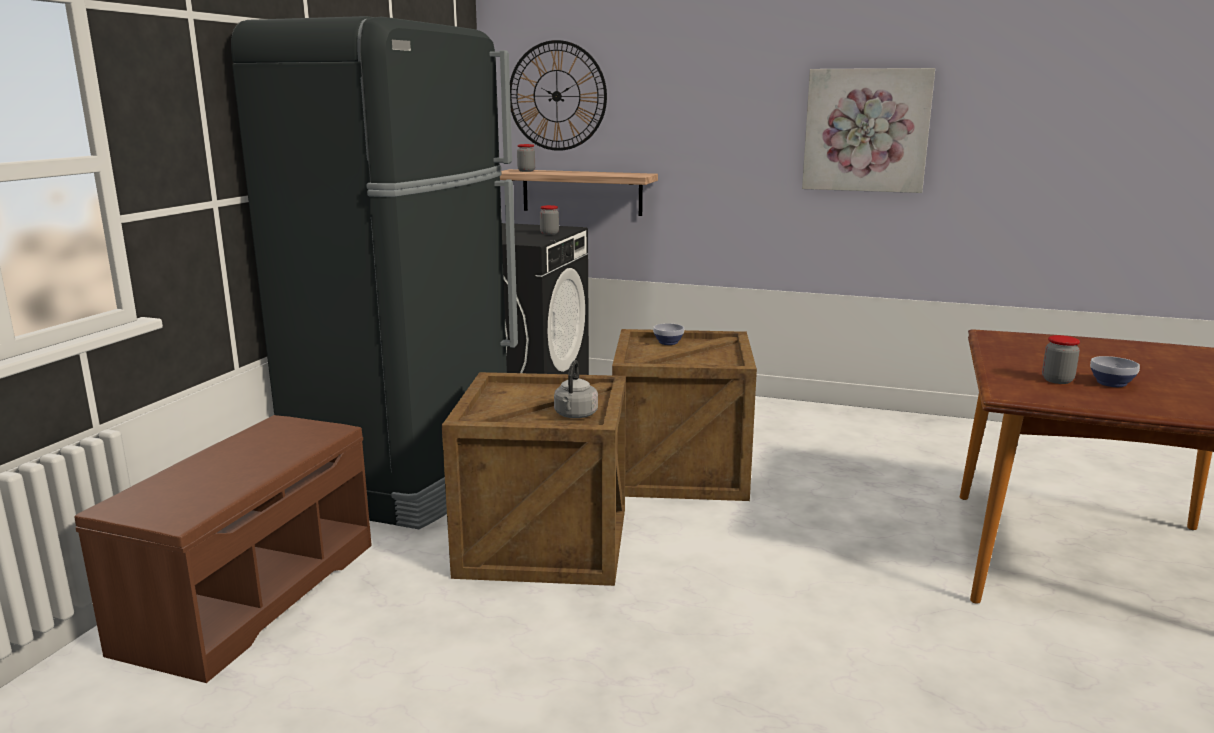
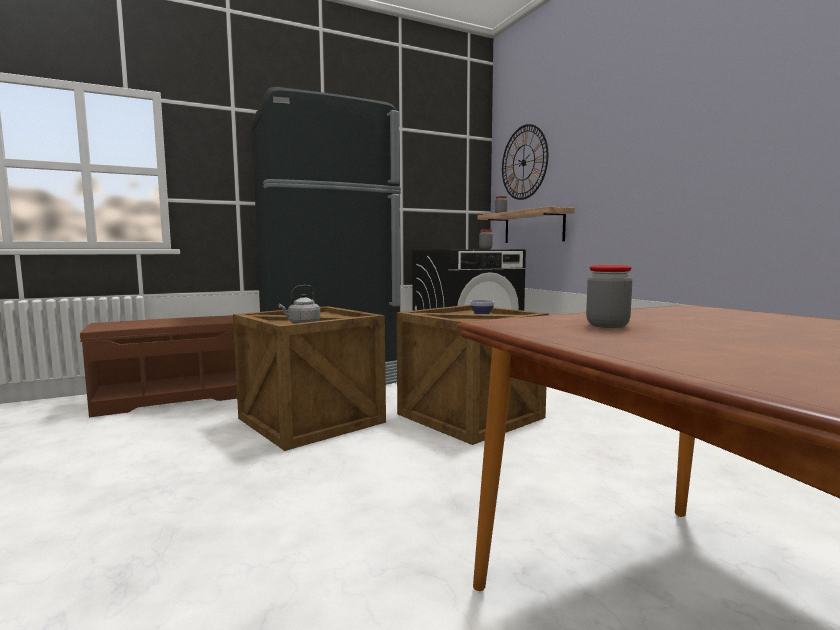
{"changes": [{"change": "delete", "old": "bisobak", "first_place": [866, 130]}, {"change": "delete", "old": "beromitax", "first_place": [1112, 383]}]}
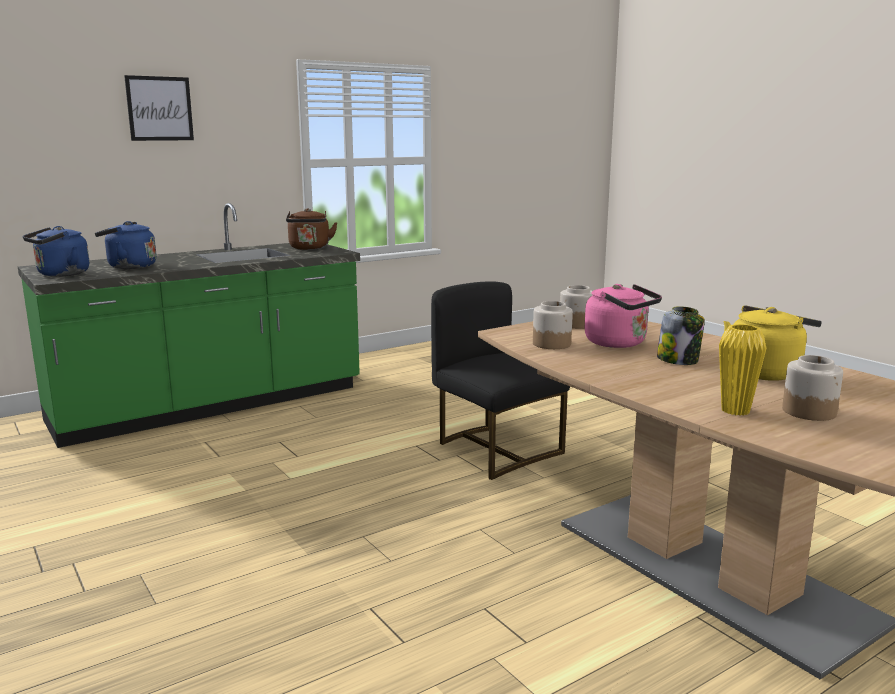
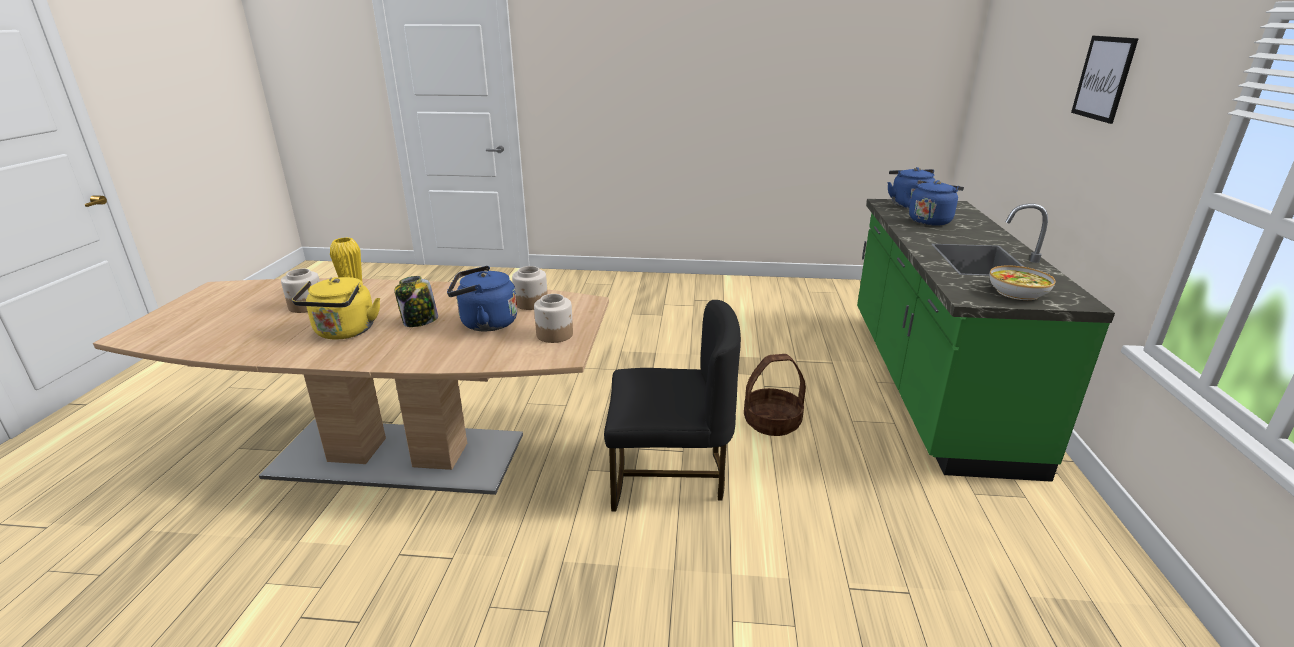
{"changes": [{"change": "insert", "new": "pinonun", "second_place": [772, 422]}, {"change": "replace", "old": "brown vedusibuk", "new": "beromitax", "first_place": [309, 248], "second_place": [1017, 292]}, {"change": "recolor", "old": "pink vedusibuk", "new": "blue vedusibuk", "first_place": [619, 343], "second_place": [485, 323]}]}
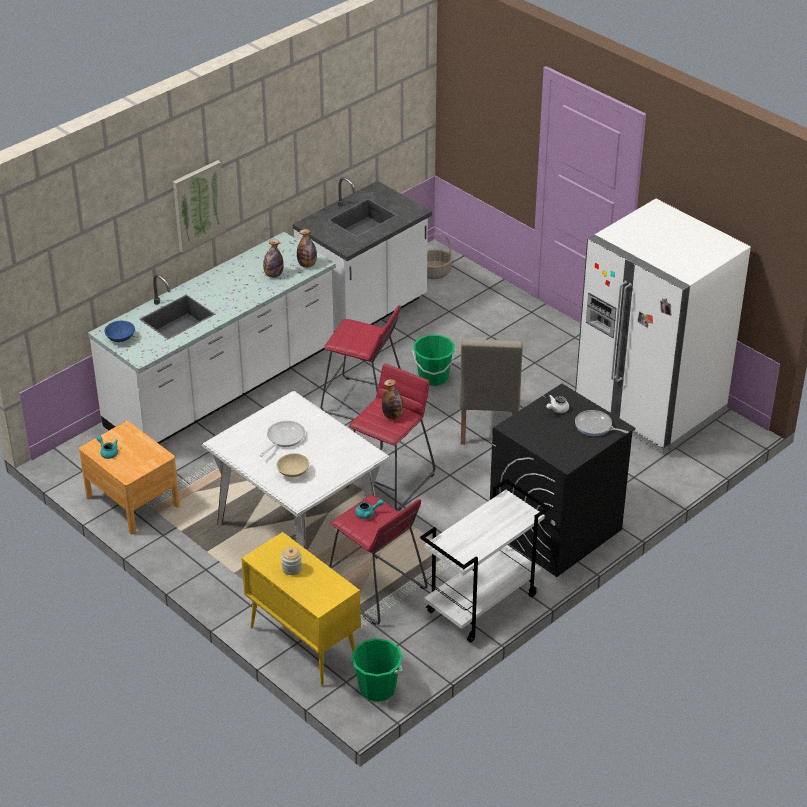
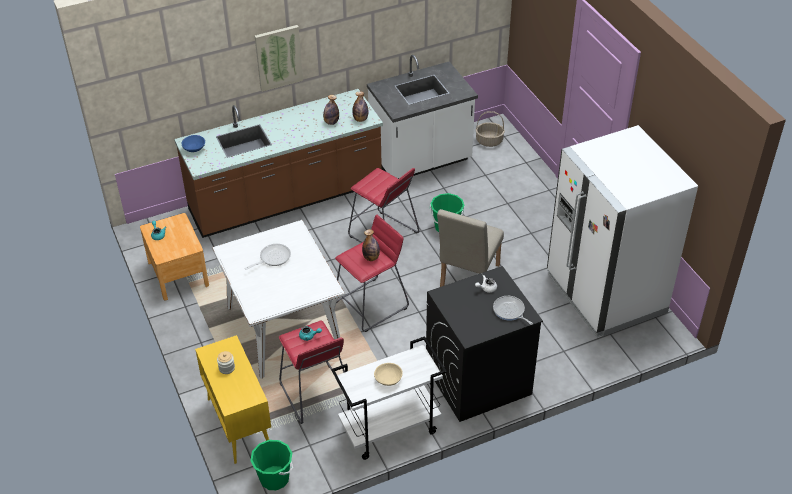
{"changes": [{"change": "move", "old": "beige beromitax", "first_place": [293, 472], "second_place": [388, 379]}, {"change": "recolor", "old": "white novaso", "new": "brown novaso", "first_place": [222, 389], "second_place": [286, 200]}]}
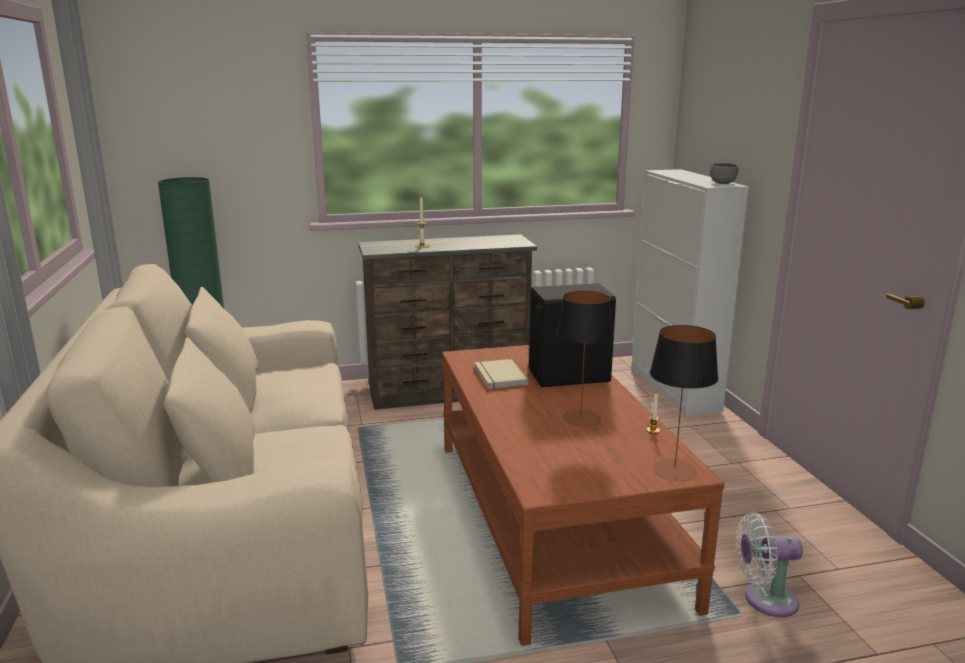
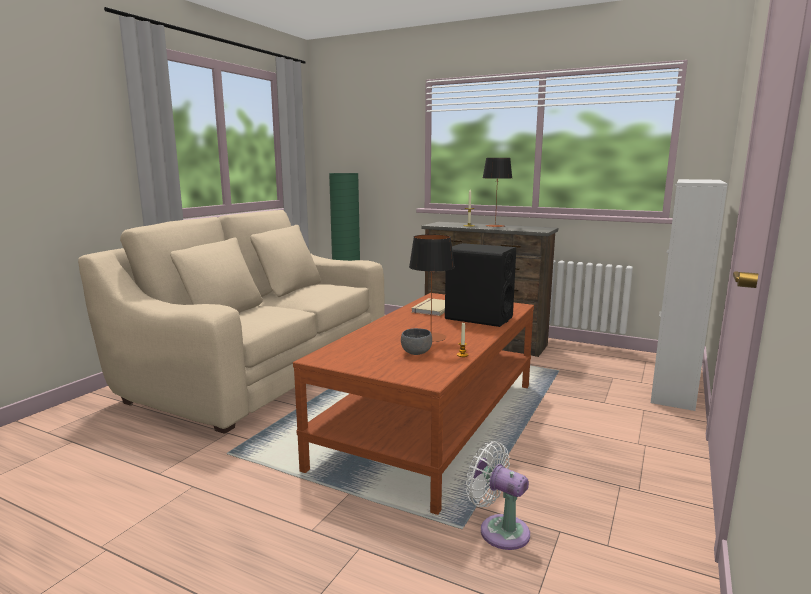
{"changes": [{"change": "move", "old": "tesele", "first_place": [674, 470], "second_place": [495, 226]}, {"change": "move", "old": "grey beromitax", "first_place": [723, 183], "second_place": [416, 353]}]}
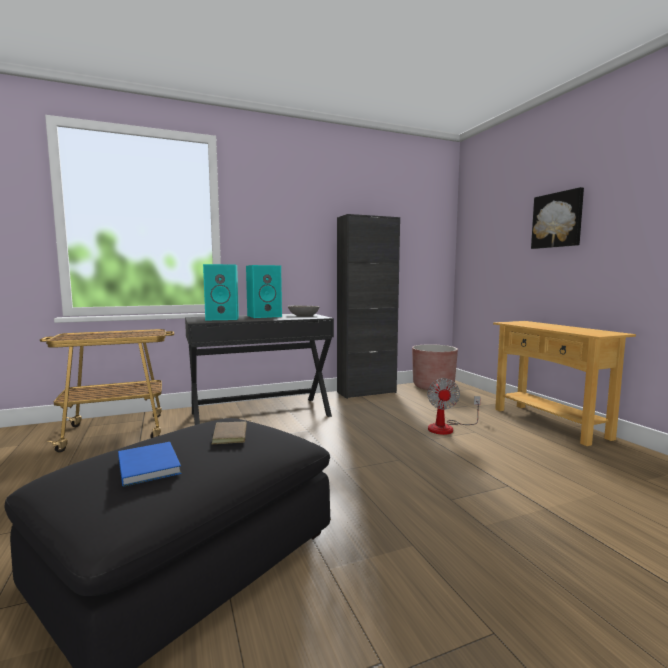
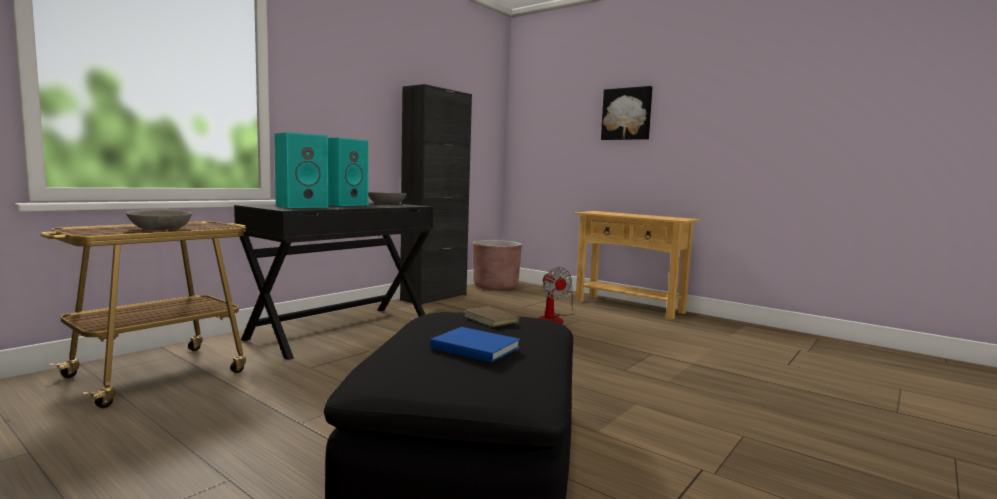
{"changes": [{"change": "insert", "new": "grey beromitax", "second_place": [160, 229]}]}
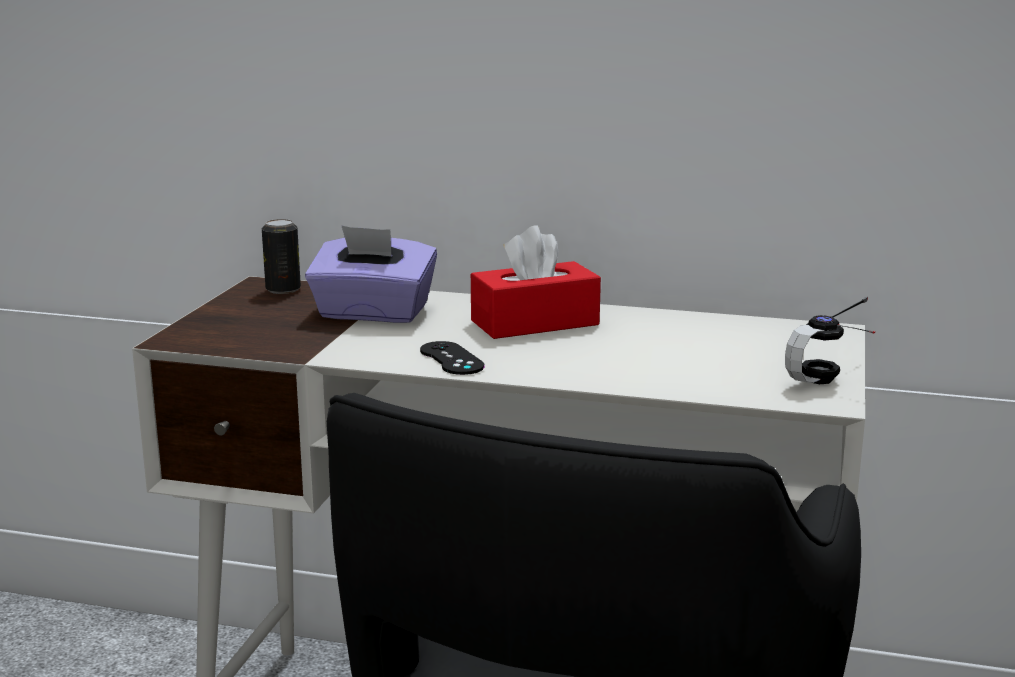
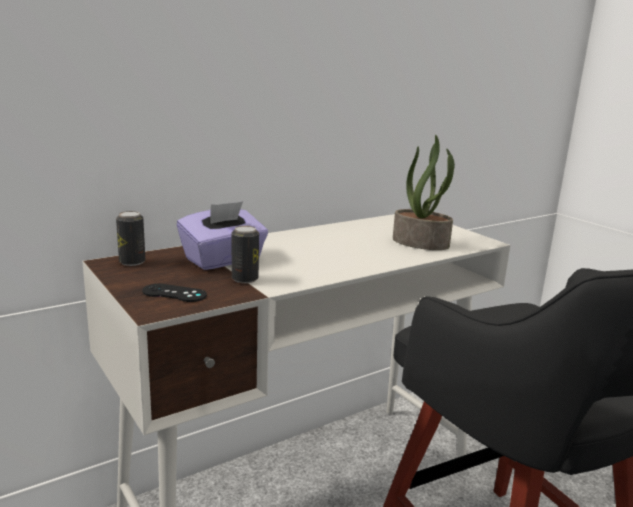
{"changes": [{"change": "delete", "old": "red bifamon", "first_place": [535, 323]}, {"change": "delete", "old": "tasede", "first_place": [845, 378]}, {"change": "insert", "new": "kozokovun", "second_place": [245, 279]}, {"change": "insert", "new": "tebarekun", "second_place": [421, 243]}, {"change": "move", "old": "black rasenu", "first_place": [451, 359], "second_place": [174, 293]}]}
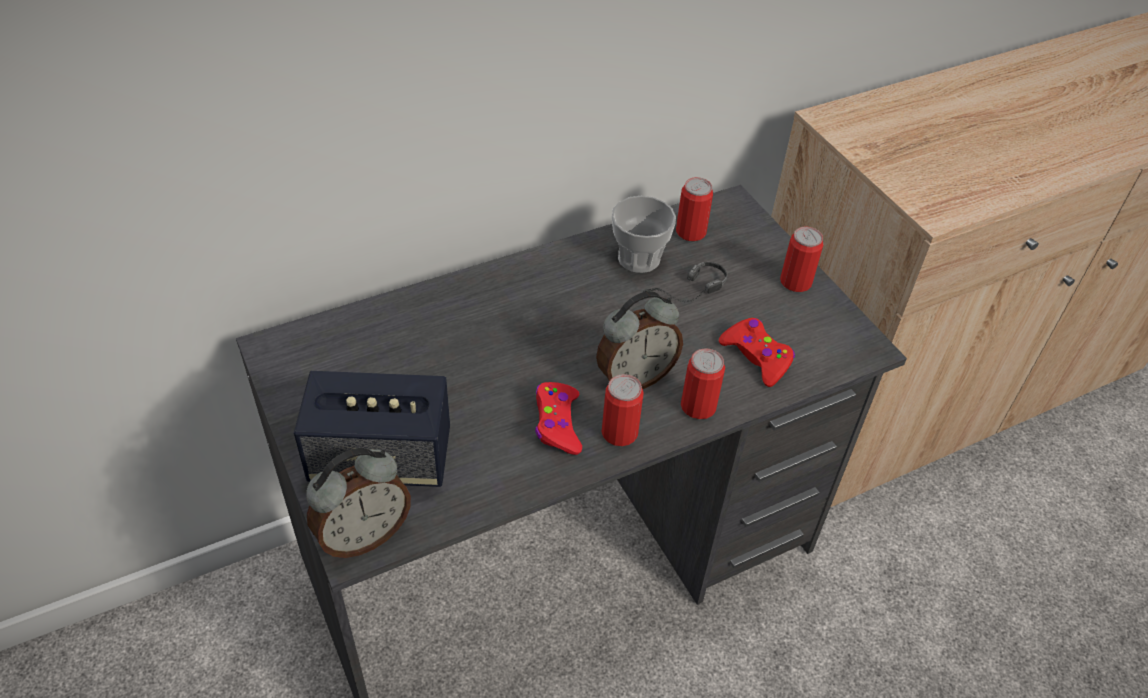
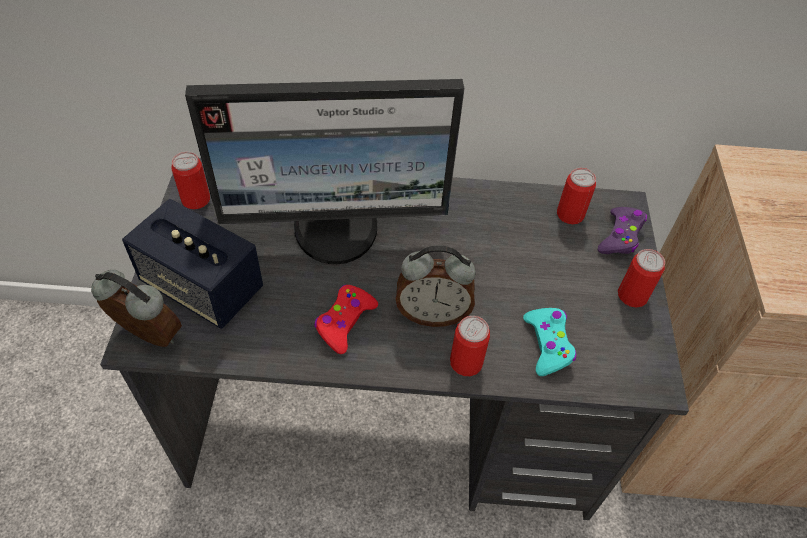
{"changes": [{"change": "delete", "old": "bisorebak", "first_place": [639, 258]}, {"change": "delete", "old": "tasede", "first_place": [686, 295]}, {"change": "insert", "new": "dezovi", "second_place": [337, 229]}, {"change": "insert", "new": "purple rasenu", "second_place": [620, 236]}, {"change": "move", "old": "kozokovun", "first_place": [619, 432], "second_place": [196, 200]}, {"change": "recolor", "old": "red rasenu", "new": "turquoise rasenu", "first_place": [756, 357], "second_place": [548, 344]}, {"change": "rotate", "old": "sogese", "first_place": [363, 535], "second_place": [148, 338], "degrees": -150}]}
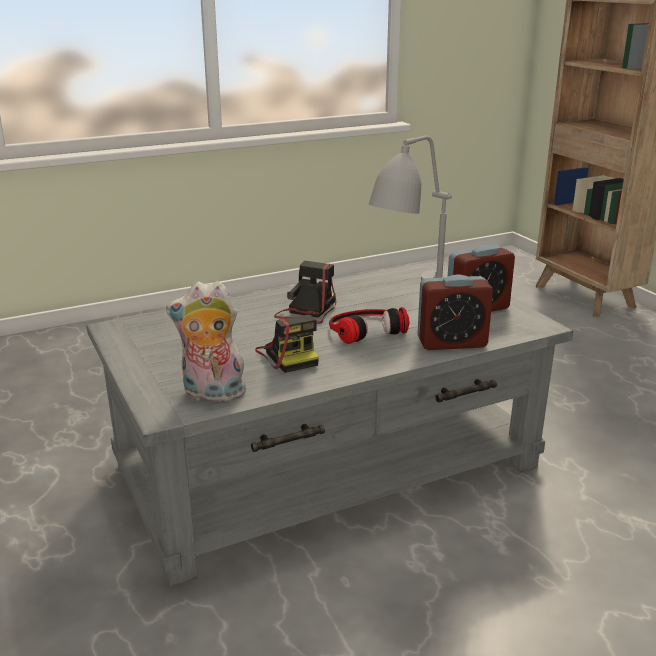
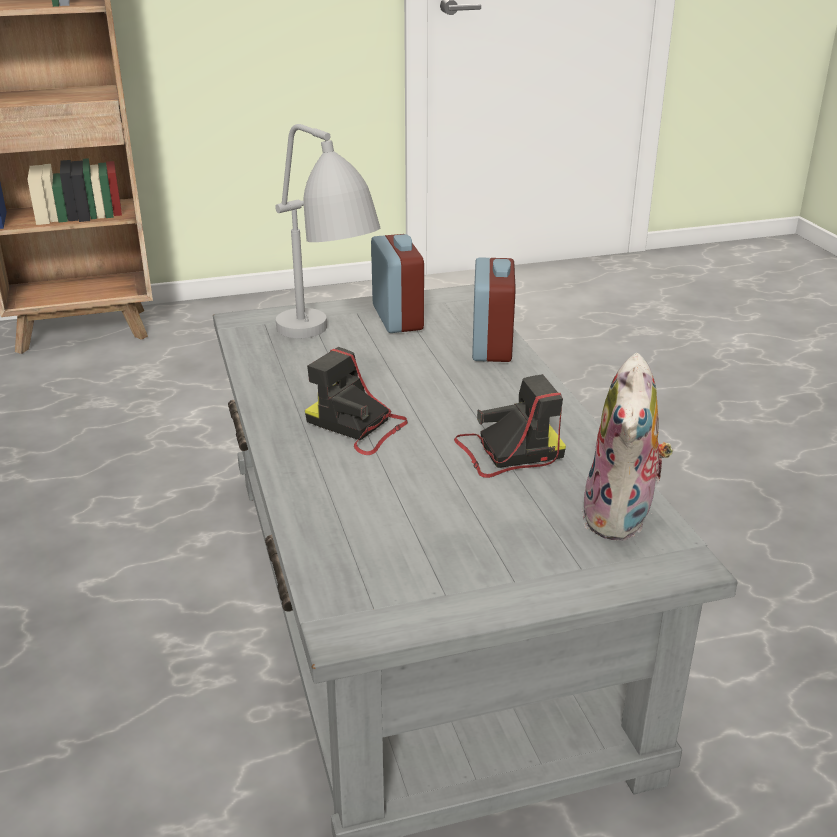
{"changes": [{"change": "delete", "old": "tasede", "first_place": [365, 329]}]}
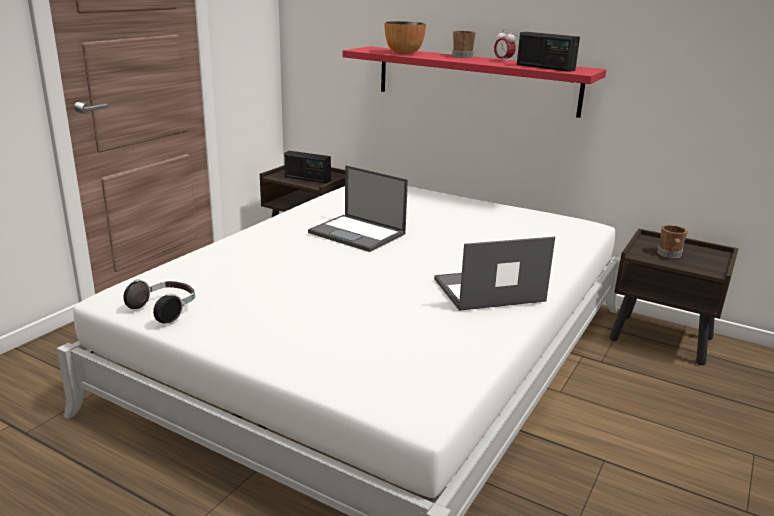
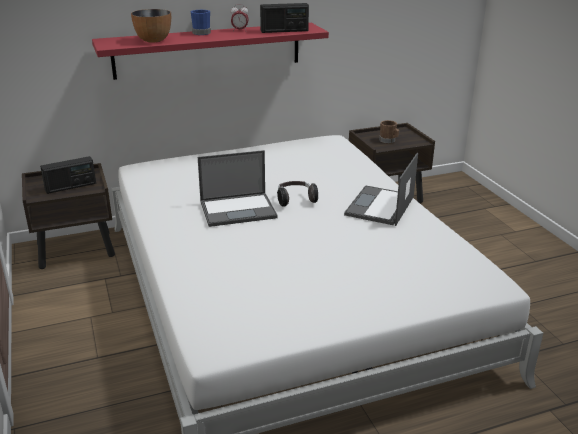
{"changes": [{"change": "move", "old": "tasede", "first_place": [165, 310], "second_place": [295, 200]}, {"change": "recolor", "old": "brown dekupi", "new": "blue dekupi", "first_place": [463, 56], "second_place": [200, 32]}]}
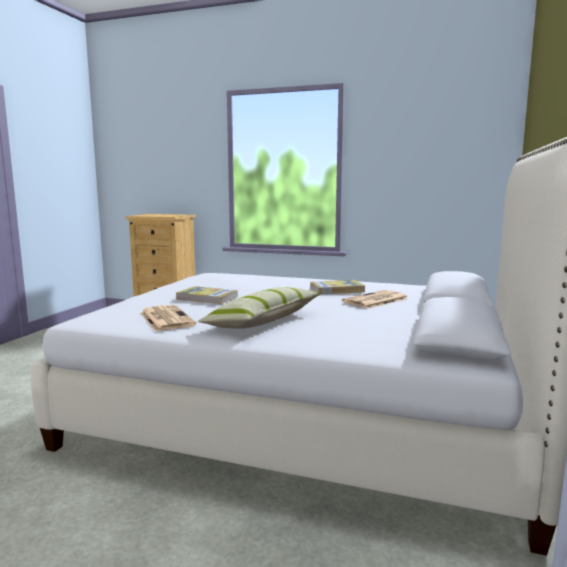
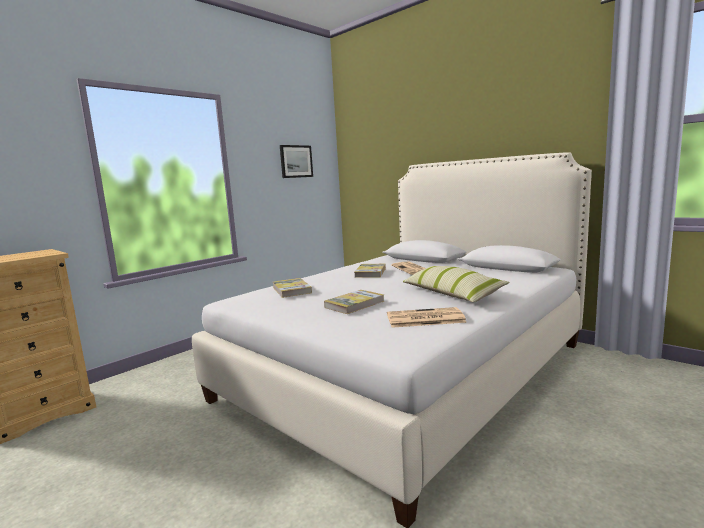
{"changes": [{"change": "insert", "new": "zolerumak", "second_place": [291, 290]}, {"change": "insert", "new": "bisobak", "second_place": [296, 161]}]}
